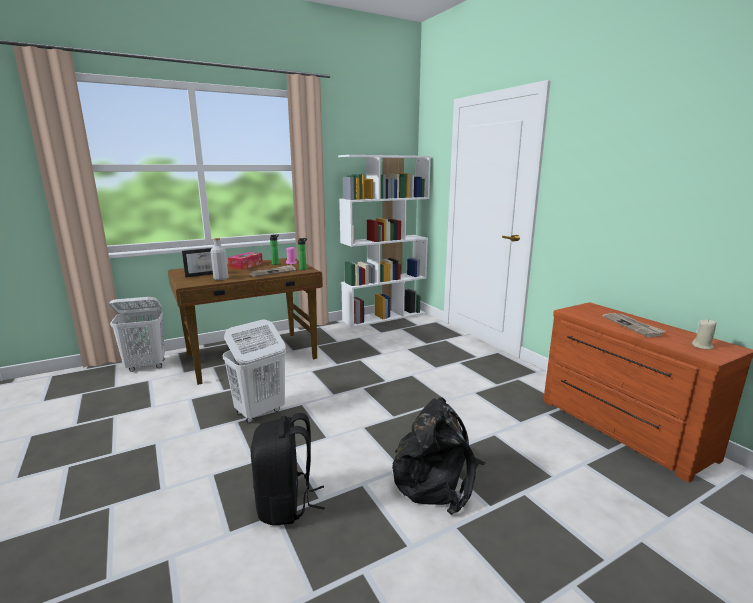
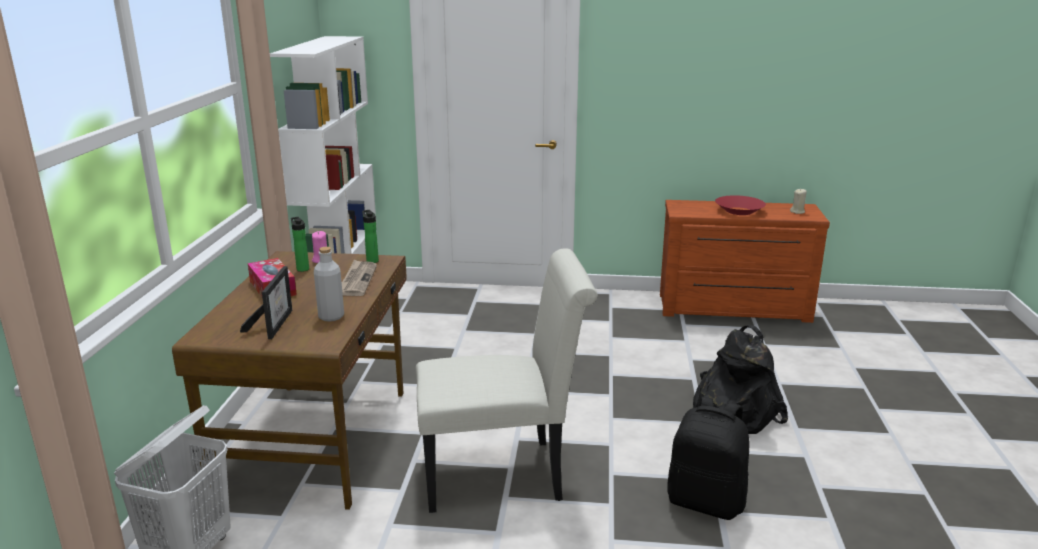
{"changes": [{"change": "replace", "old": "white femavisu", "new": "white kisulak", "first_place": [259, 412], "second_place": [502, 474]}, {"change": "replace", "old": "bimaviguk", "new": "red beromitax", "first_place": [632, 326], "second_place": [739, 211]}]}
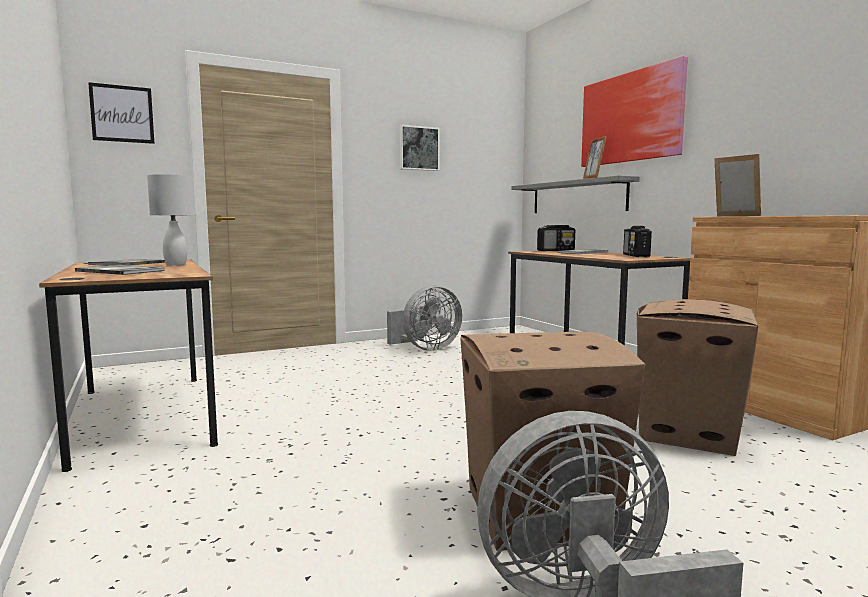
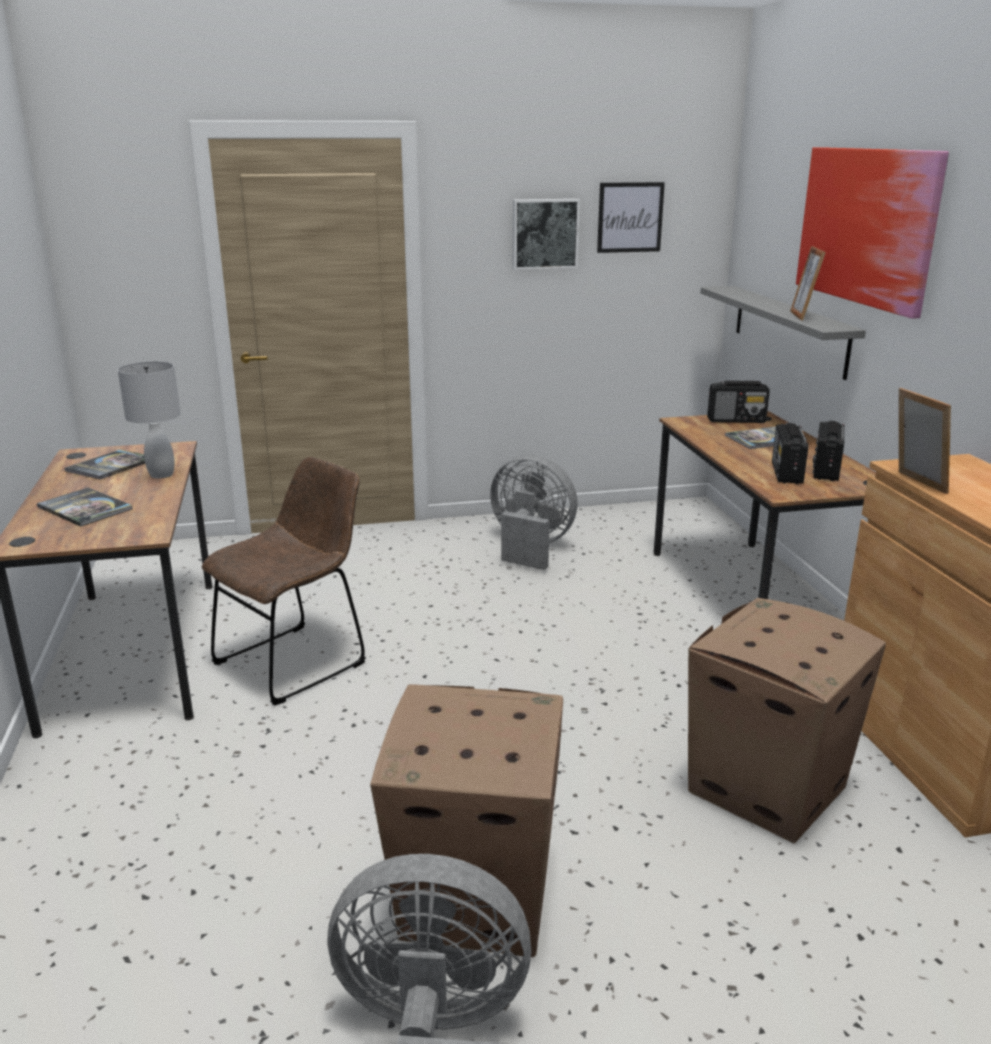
{"changes": [{"change": "insert", "new": "brown kisulak", "second_place": [296, 661]}, {"change": "insert", "new": "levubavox", "second_place": [786, 473]}, {"change": "move", "old": "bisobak", "first_place": [122, 114], "second_place": [630, 217]}, {"change": "rotate", "old": "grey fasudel", "first_place": [426, 348], "second_place": [530, 547], "degrees": -135}]}
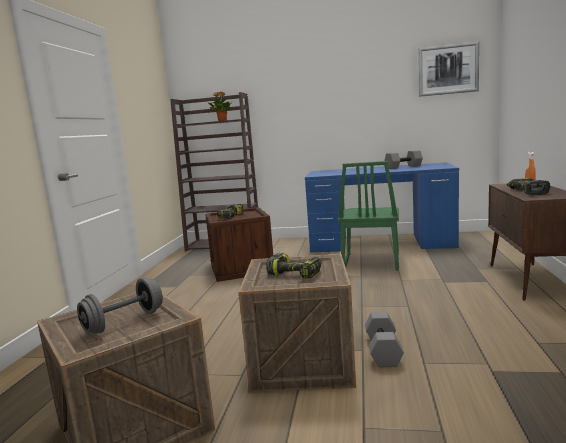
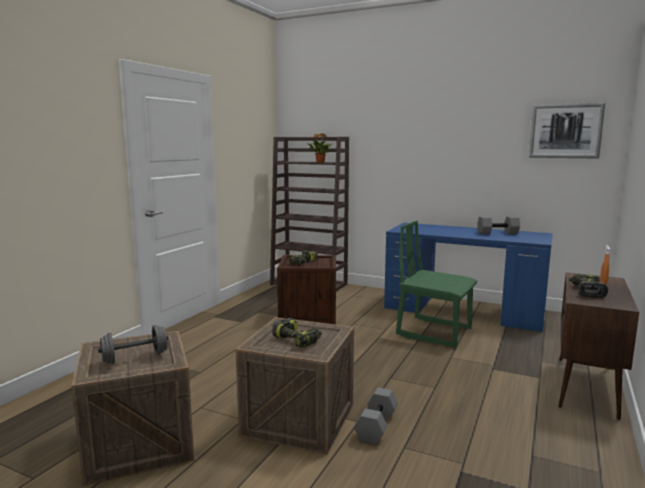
{"changes": [{"change": "rotate", "old": "green kisulak", "first_place": [370, 263], "second_place": [434, 332], "degrees": 90}]}
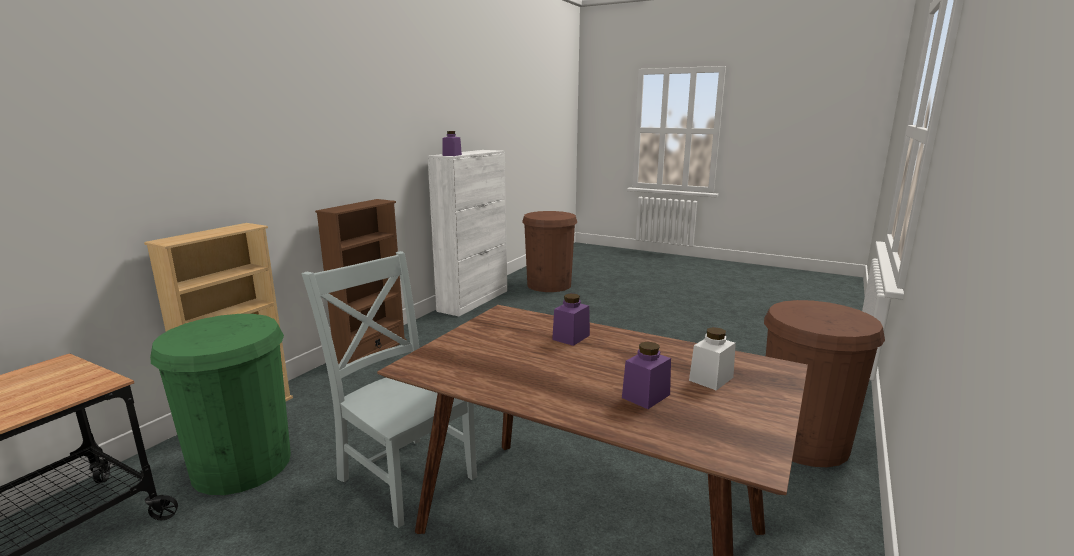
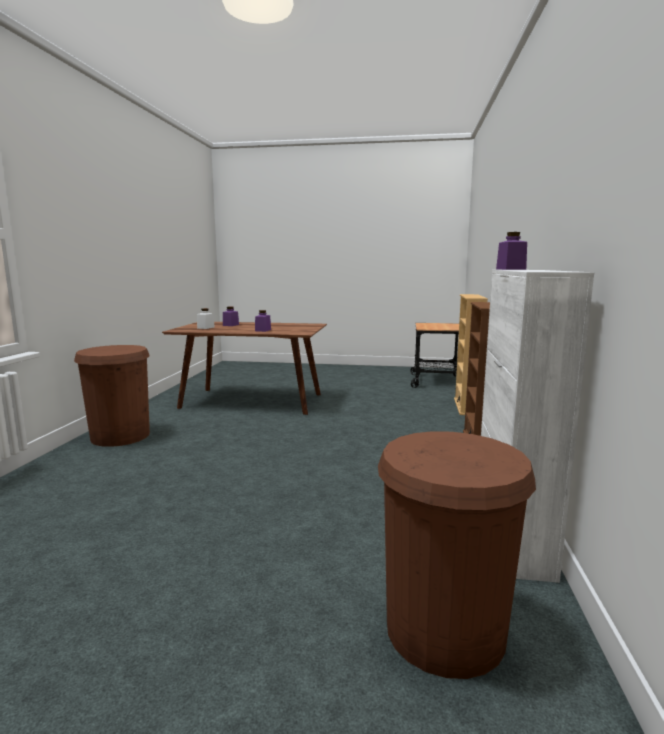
{"changes": [{"change": "delete", "old": "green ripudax", "first_place": [242, 465]}, {"change": "delete", "old": "grey kisulak", "first_place": [404, 475]}]}
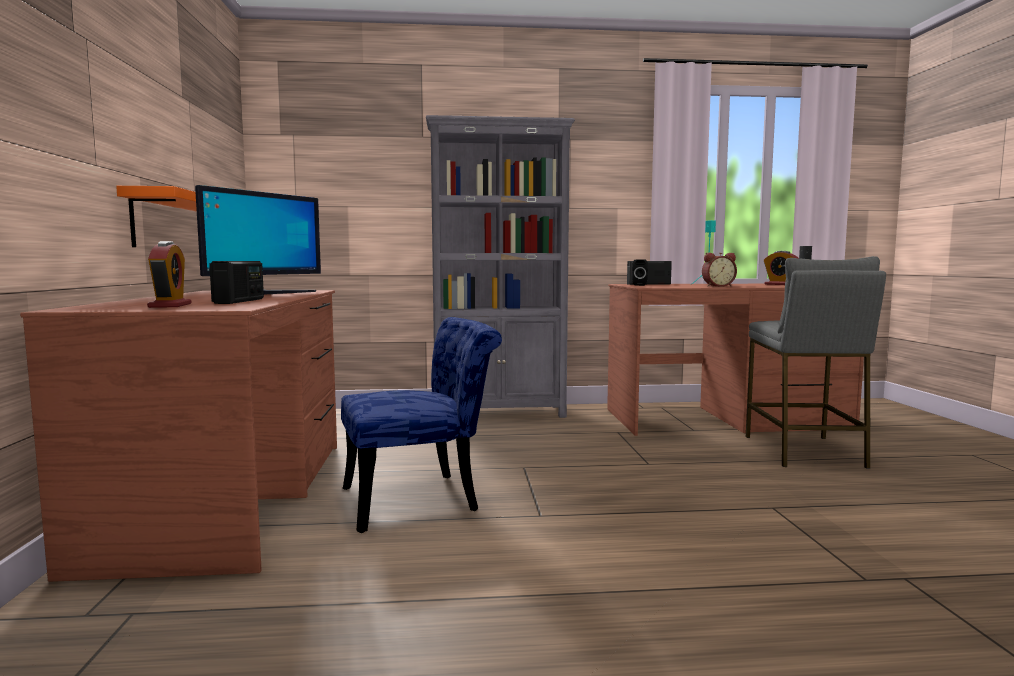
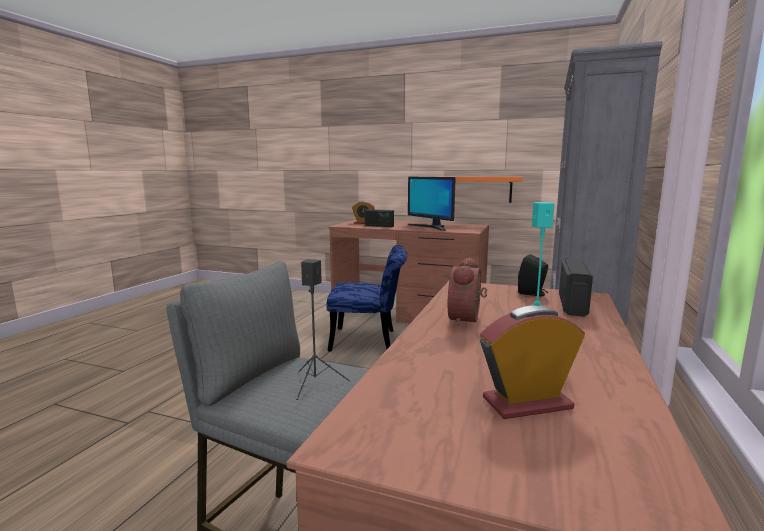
{"changes": [{"change": "rotate", "old": "blue kisulak", "first_place": [422, 499], "second_place": [369, 340], "degrees": -90}]}
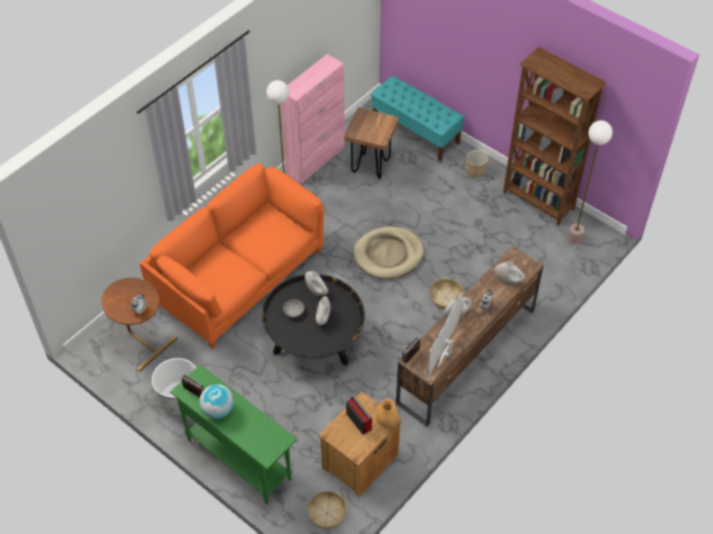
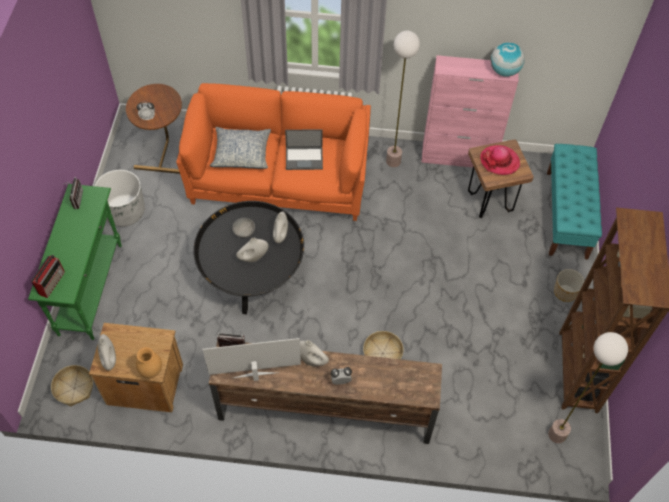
{"changes": [{"change": "delete", "old": "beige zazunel", "first_place": [388, 255]}, {"change": "insert", "new": "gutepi", "second_place": [242, 153]}, {"change": "insert", "new": "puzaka", "second_place": [304, 158]}, {"change": "insert", "new": "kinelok", "second_place": [499, 161]}, {"change": "move", "old": "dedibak", "first_place": [218, 410], "second_place": [504, 71]}, {"change": "move", "old": "levubavox", "first_place": [358, 420], "second_place": [52, 282]}, {"change": "move", "old": "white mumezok", "first_place": [508, 281], "second_place": [109, 359]}]}
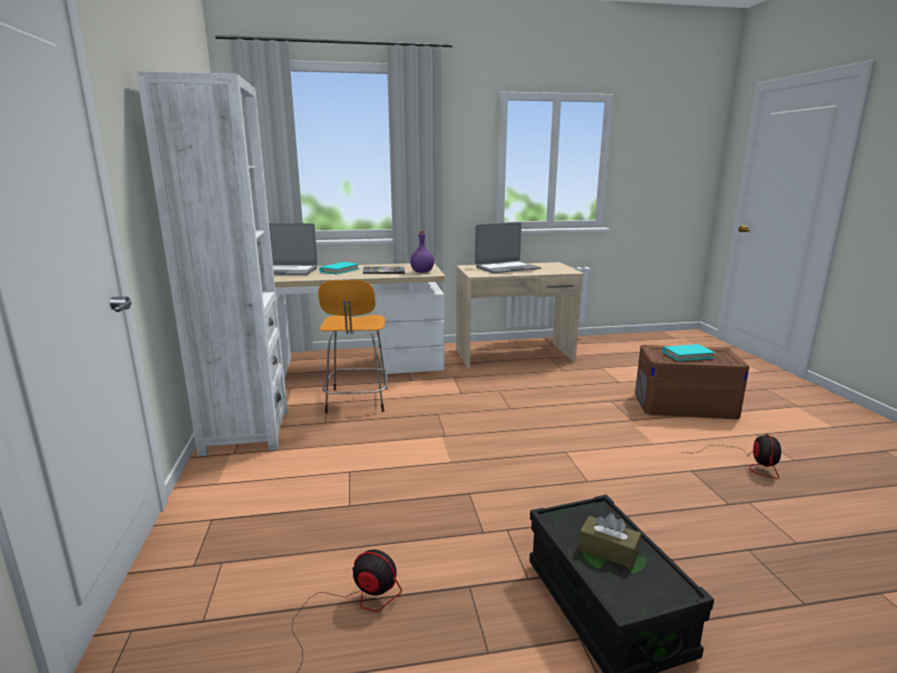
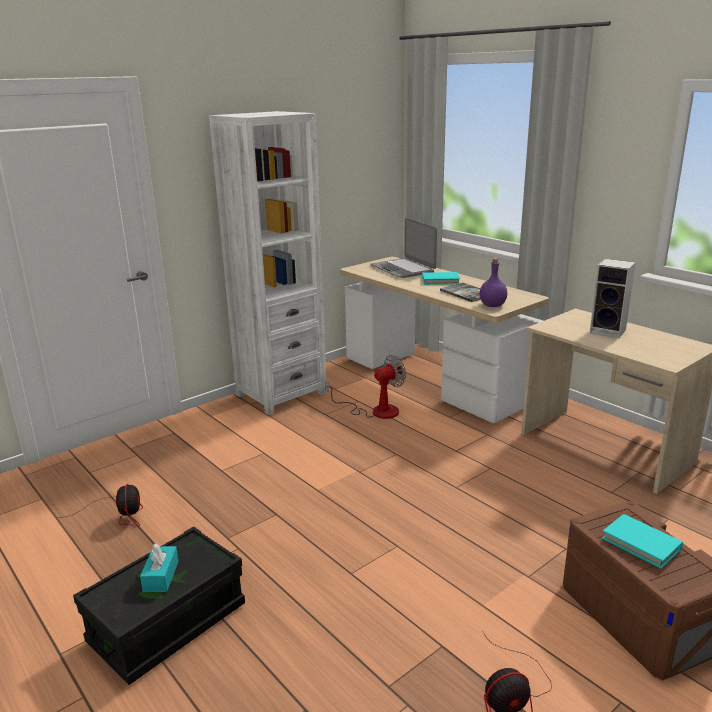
{"changes": [{"change": "replace", "old": "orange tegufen", "new": "fasudel", "first_place": [357, 401], "second_place": [375, 411]}, {"change": "replace", "old": "puzaka", "new": "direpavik", "first_place": [507, 268], "second_place": [609, 331]}, {"change": "recolor", "old": "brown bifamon", "new": "turquoise bifamon", "first_place": [608, 551], "second_place": [161, 576]}]}
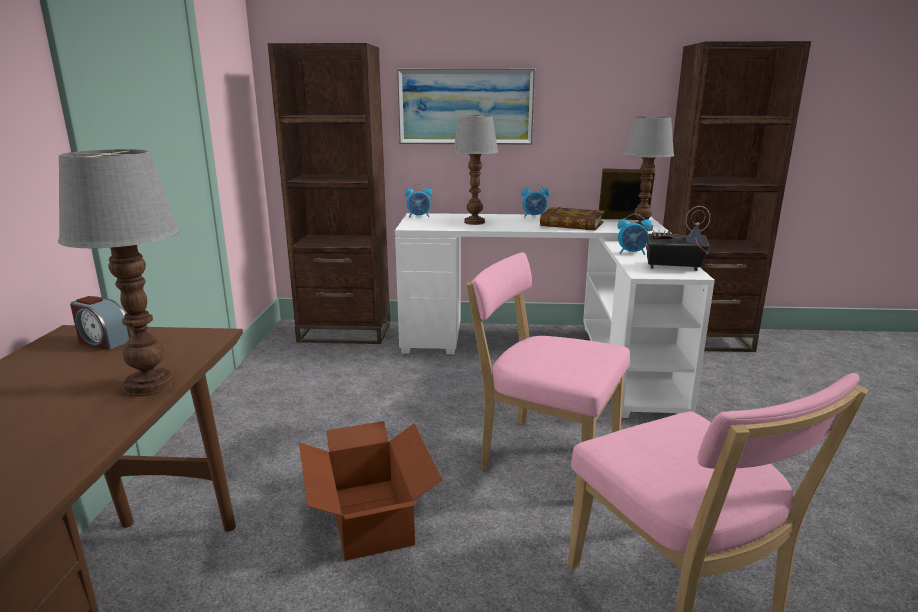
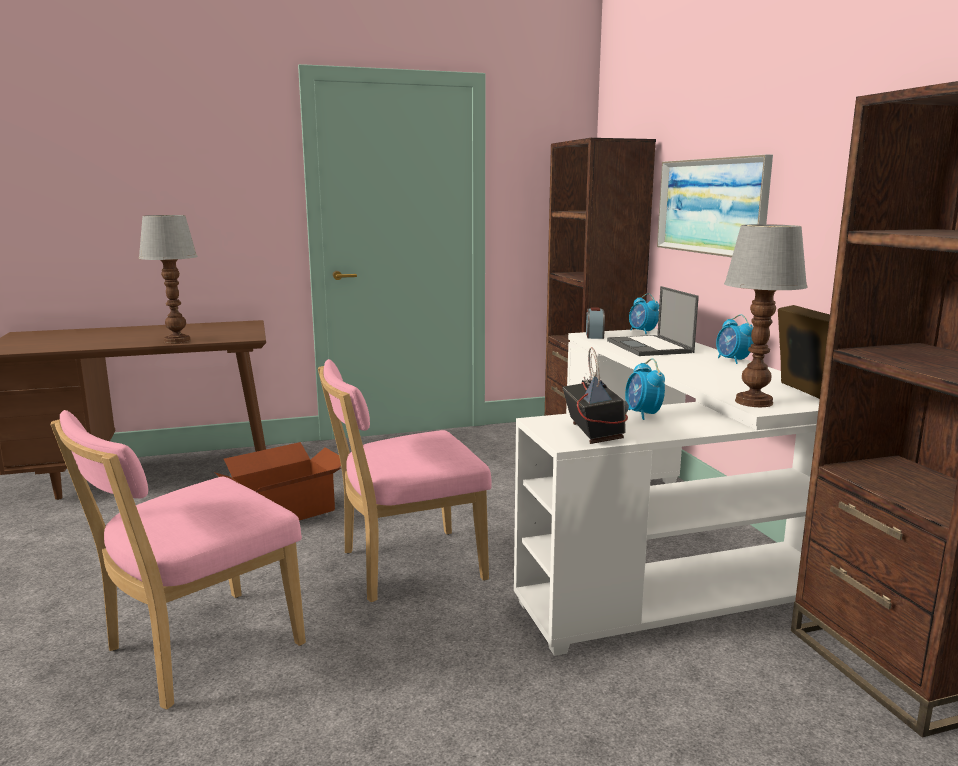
{"changes": [{"change": "delete", "old": "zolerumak", "first_place": [571, 224]}, {"change": "move", "old": "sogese", "first_place": [103, 341], "second_place": [594, 335]}, {"change": "replace", "old": "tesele", "new": "puzaka", "first_place": [475, 222], "second_place": [650, 347]}, {"change": "rotate", "old": "pink kisulak", "first_place": [544, 456], "second_place": [405, 566], "degrees": -120}]}
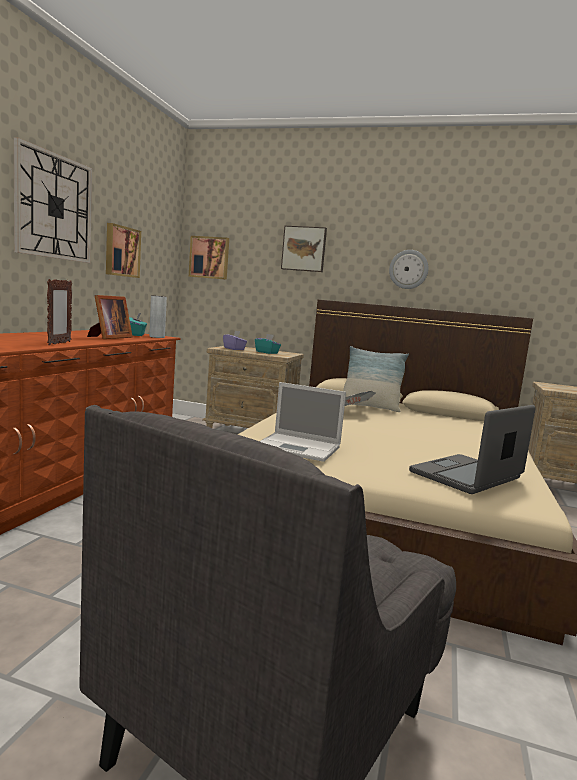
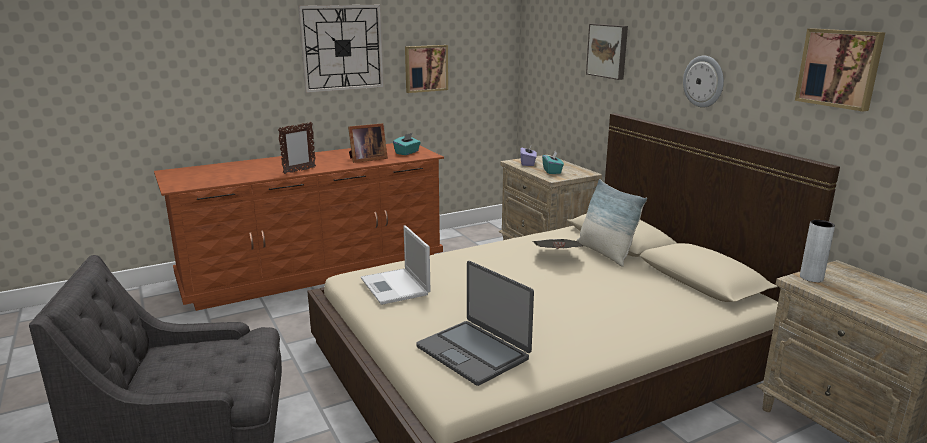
{"changes": [{"change": "move", "old": "grey mumezok", "first_place": [157, 337], "second_place": [811, 278]}, {"change": "move", "old": "bisobak", "first_place": [209, 257], "second_place": [840, 68]}, {"change": "rotate", "old": "puzaka", "first_place": [467, 476], "second_place": [473, 352], "degrees": -135}]}
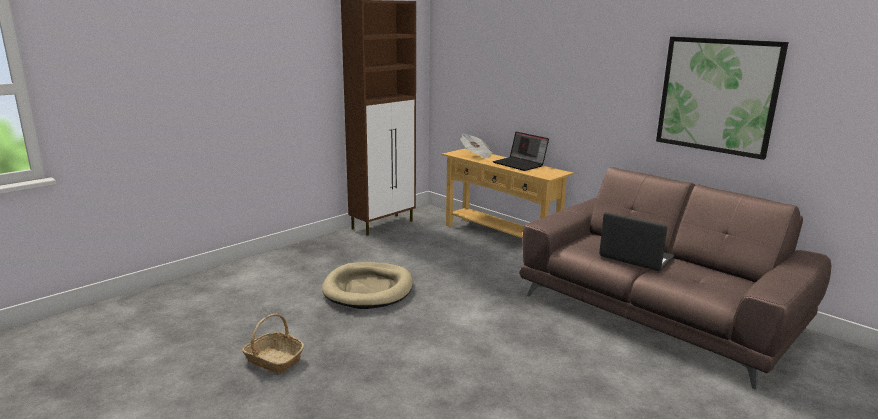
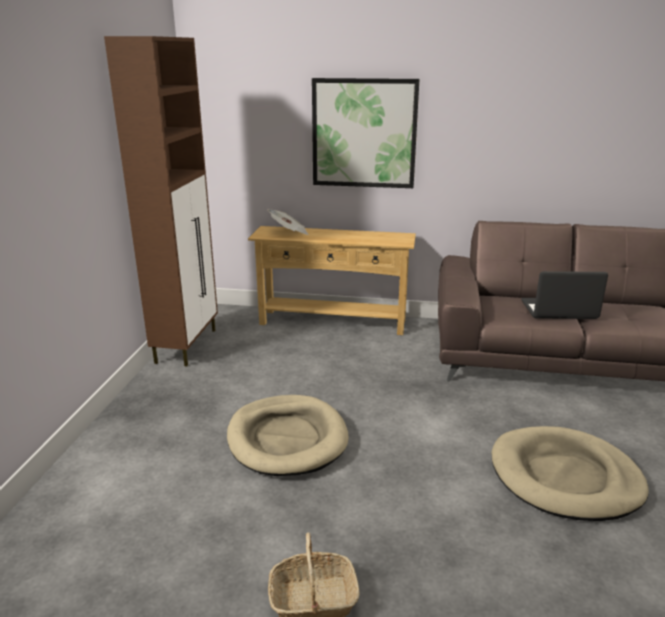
{"changes": [{"change": "delete", "old": "puzaka", "first_place": [520, 164]}, {"change": "insert", "new": "beige zazunel", "second_place": [565, 477]}, {"change": "move", "old": "bisobak", "first_place": [717, 95], "second_place": [364, 133]}]}
